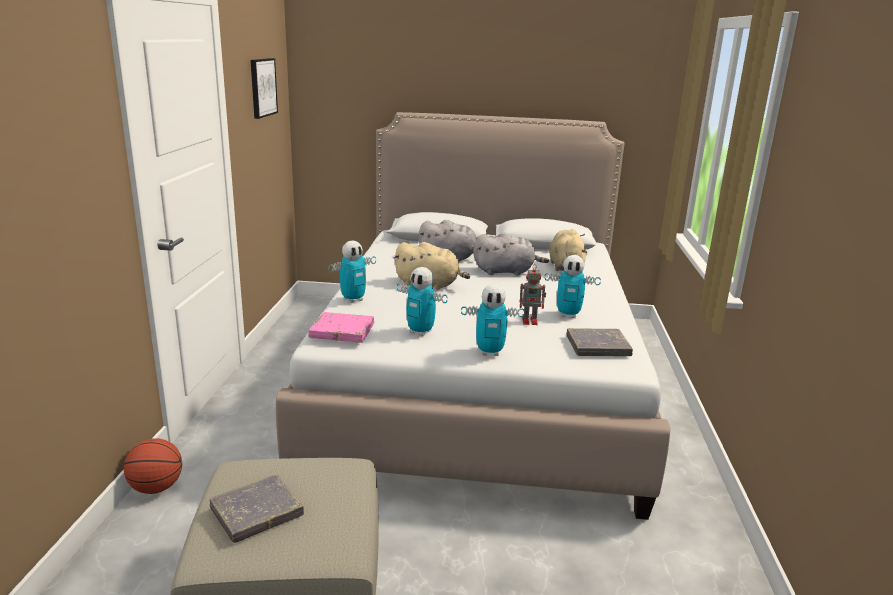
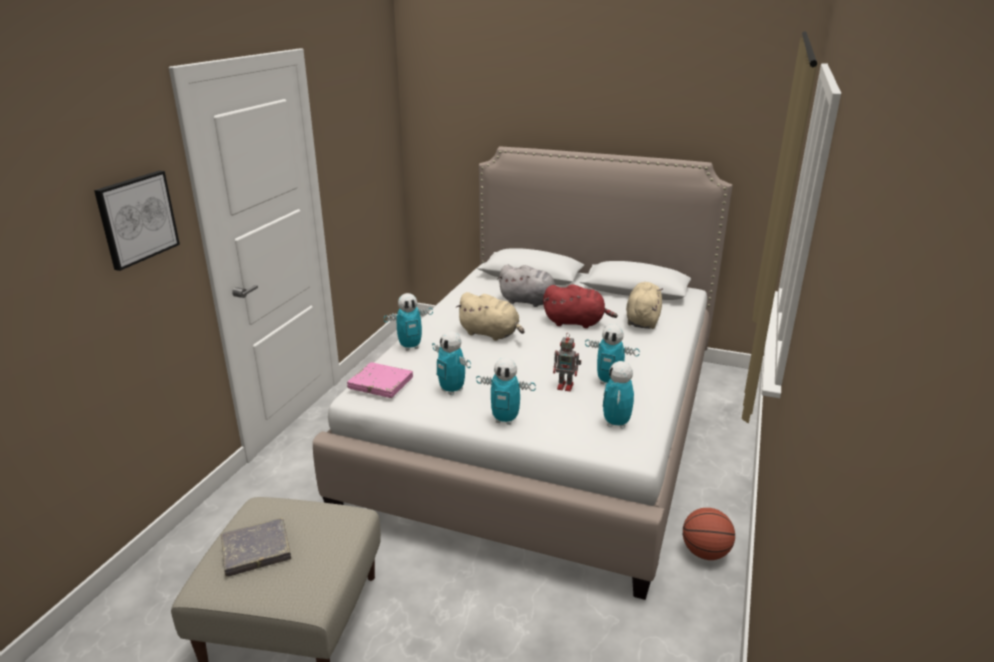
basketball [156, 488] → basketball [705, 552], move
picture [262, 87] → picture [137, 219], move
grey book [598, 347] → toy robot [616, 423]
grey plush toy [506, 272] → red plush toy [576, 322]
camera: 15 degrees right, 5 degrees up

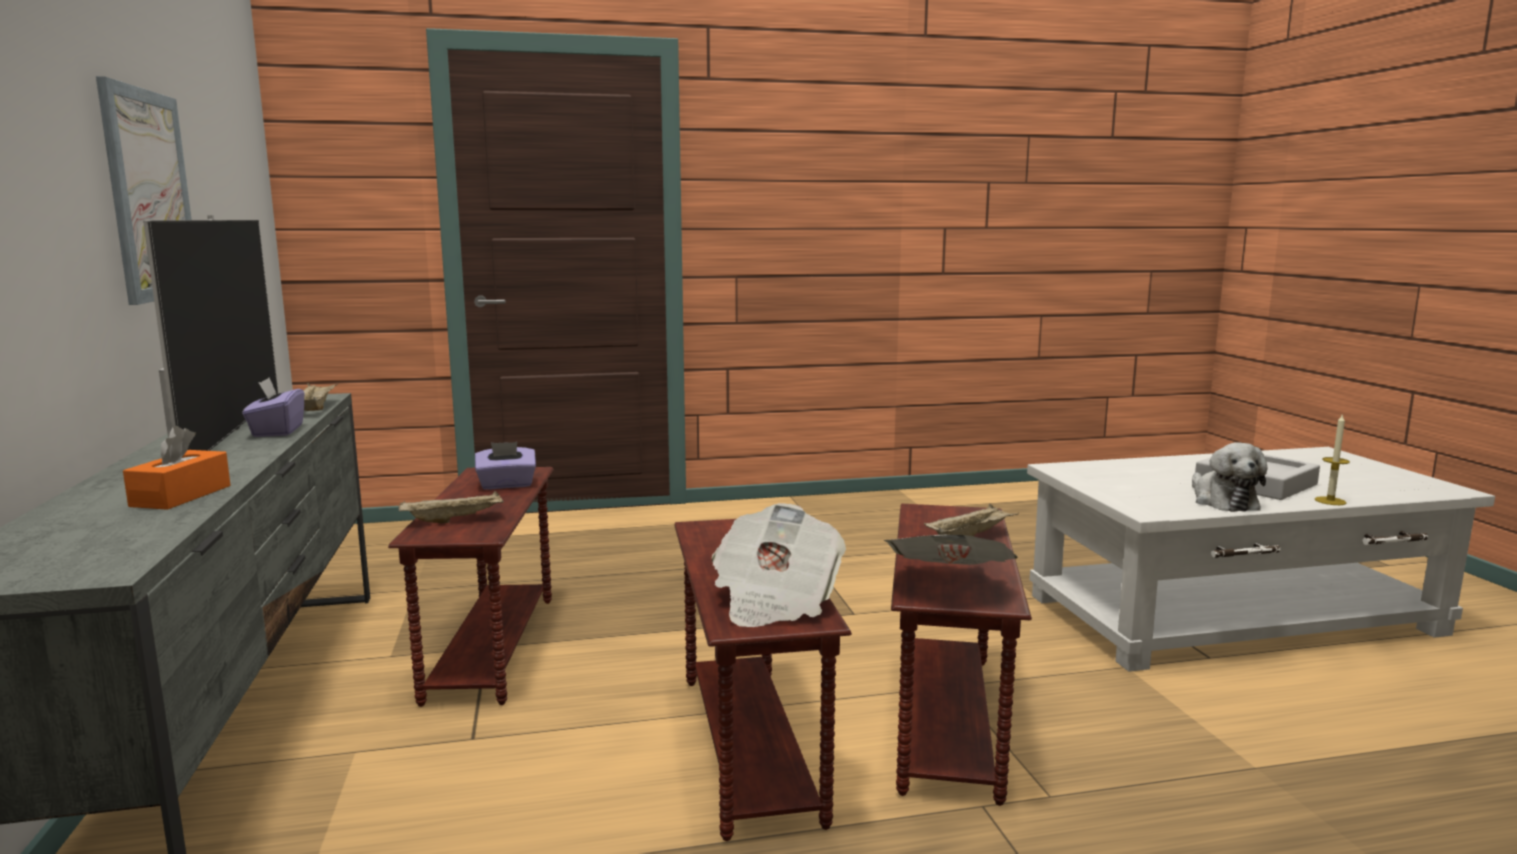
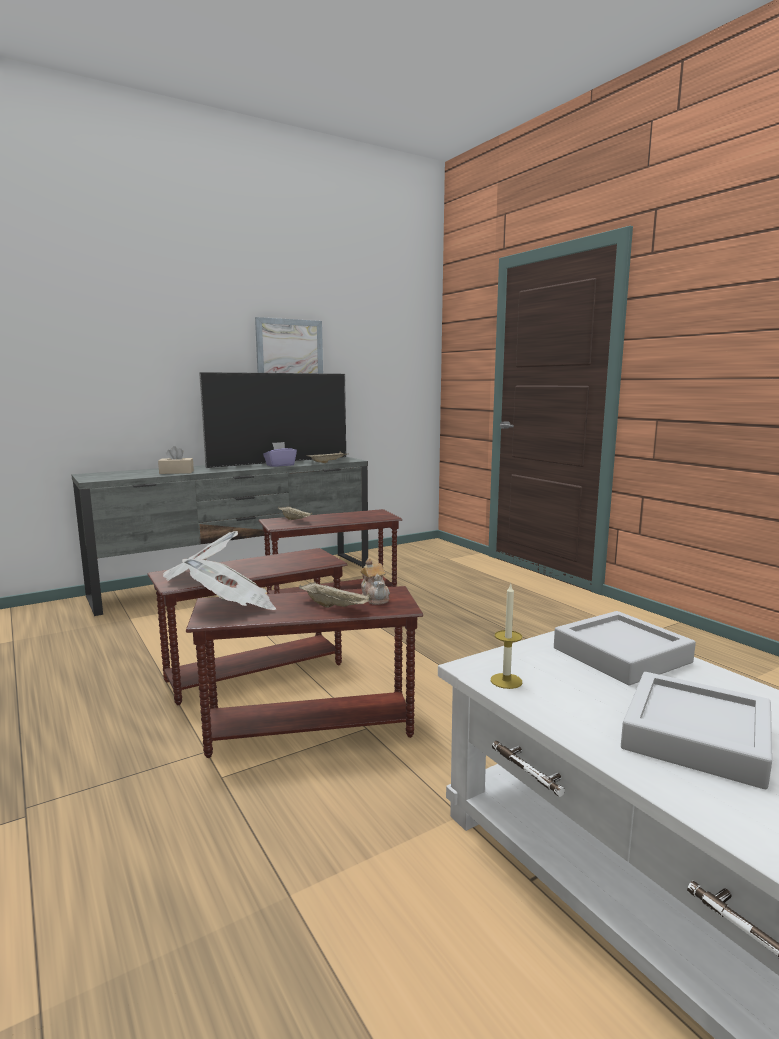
purple tissue box [506, 485] → -
plush toy [1222, 501] → -
- → teapot [375, 598]
- → grey tray [621, 655]
candle [1330, 501] → candle [506, 681], move
orange tissue box [181, 496] → beige tissue box [176, 472]
camera: 70 degrees right, 0 degrees up

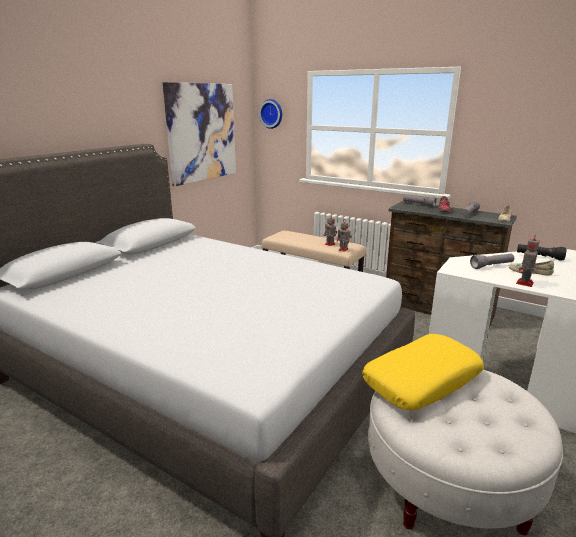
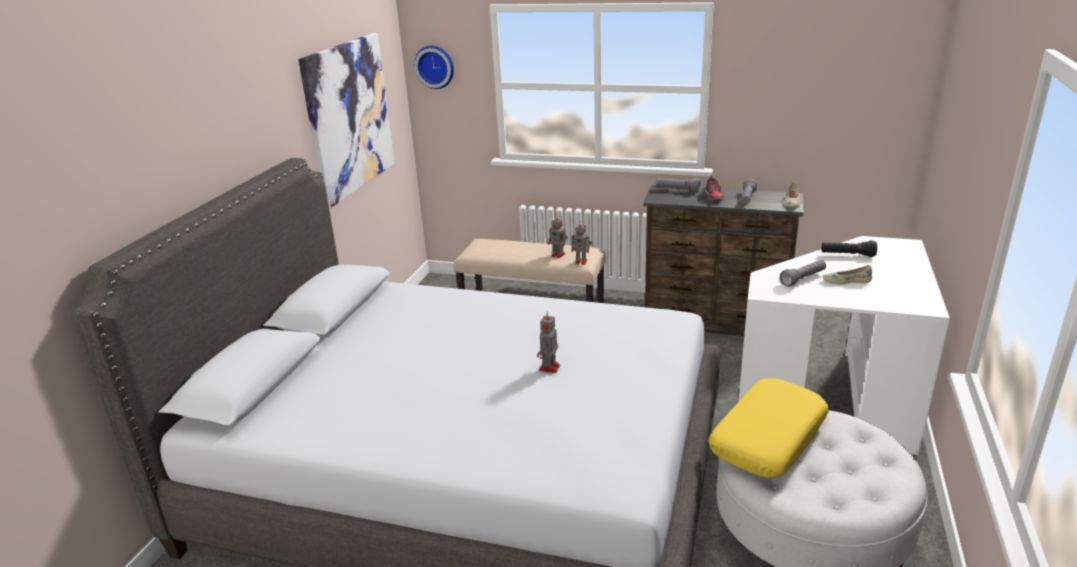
toy robot [524, 283] → toy robot [549, 368], move
camera: 15 degrees left, 5 degrees up

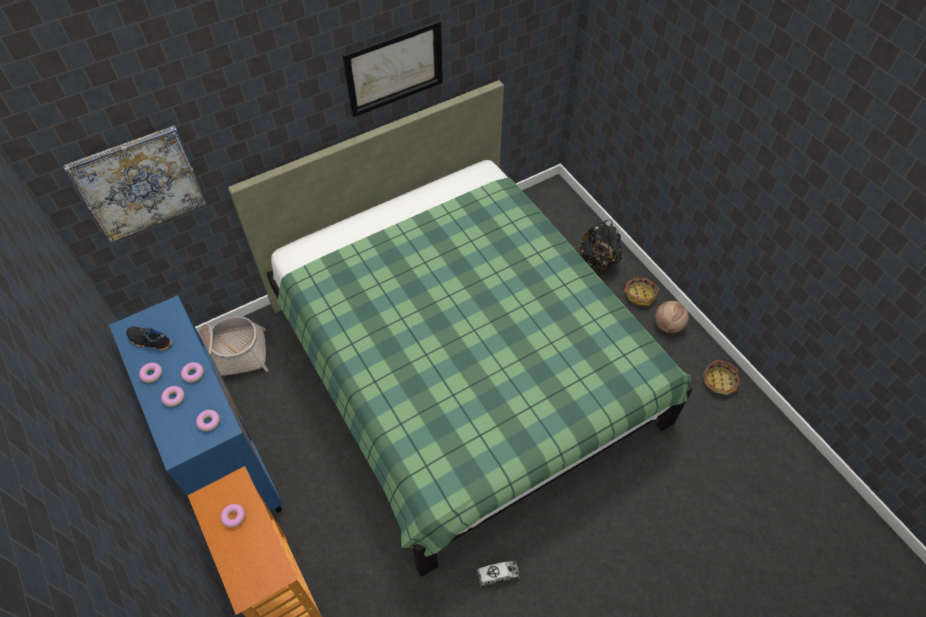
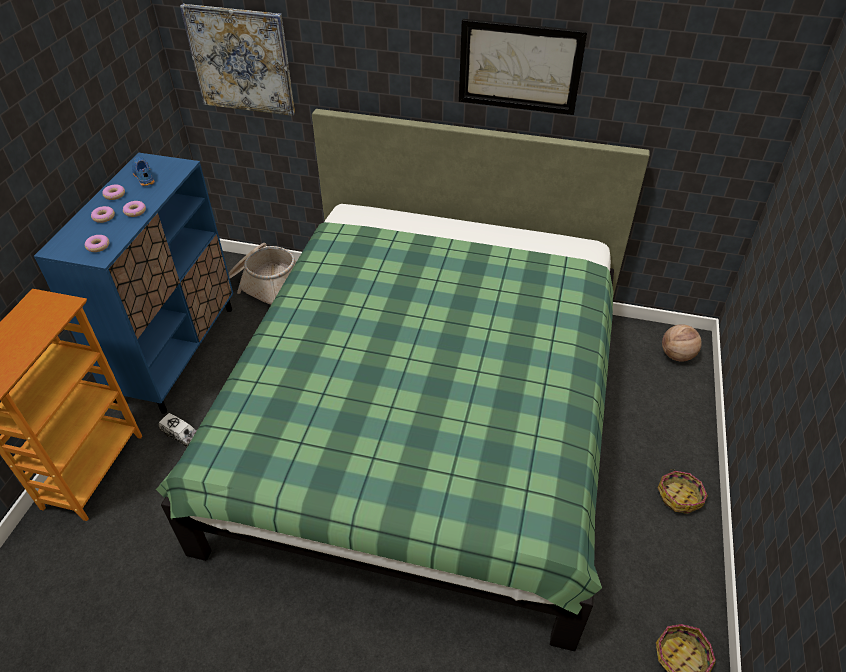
donut [233, 517] → -
black backpack [597, 262] → -
toy truck [498, 575] → toy truck [181, 435], move
basketball [668, 325] → basketball [677, 355], move
black shoe [149, 341] → blue shoe [143, 176]
camera: 45 degrees right, 10 degrees down

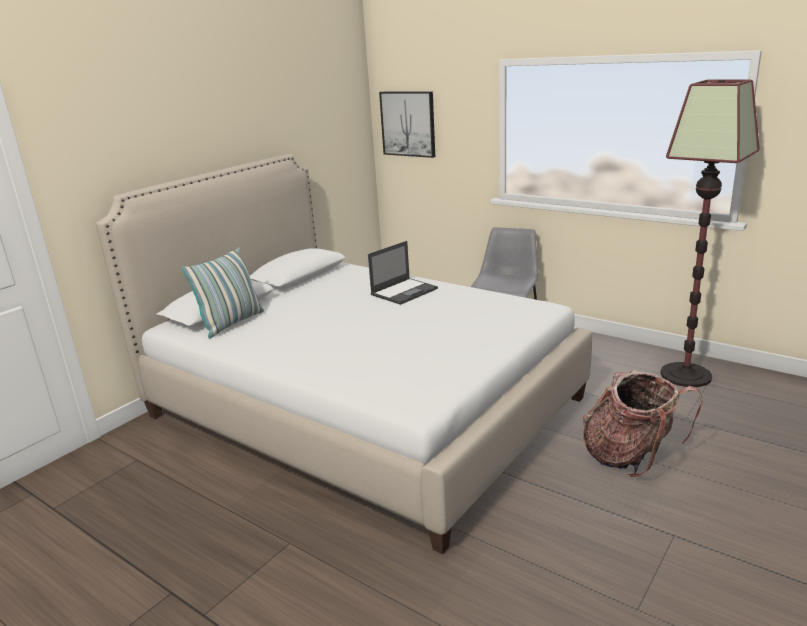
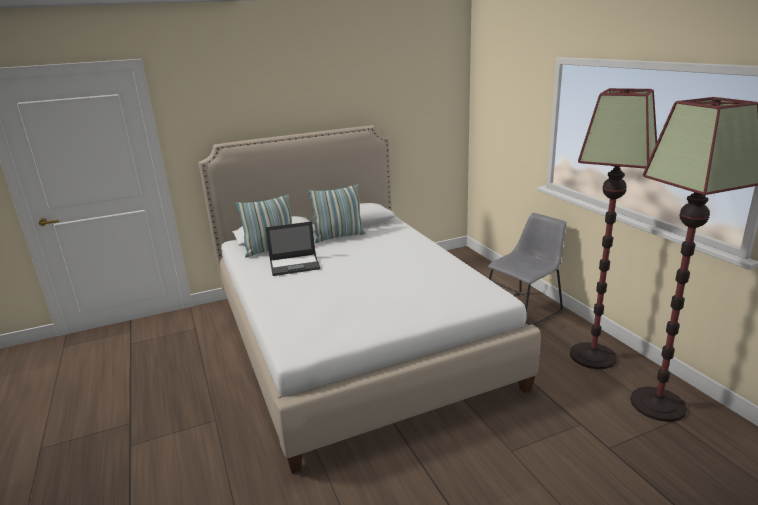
picture [408, 124] → -
backpack [631, 457] → -
- → pillow [339, 236]
- → floor lamp [593, 356]
laptop [404, 291] → laptop [295, 265], move
camera: 30 degrees right, 0 degrees up

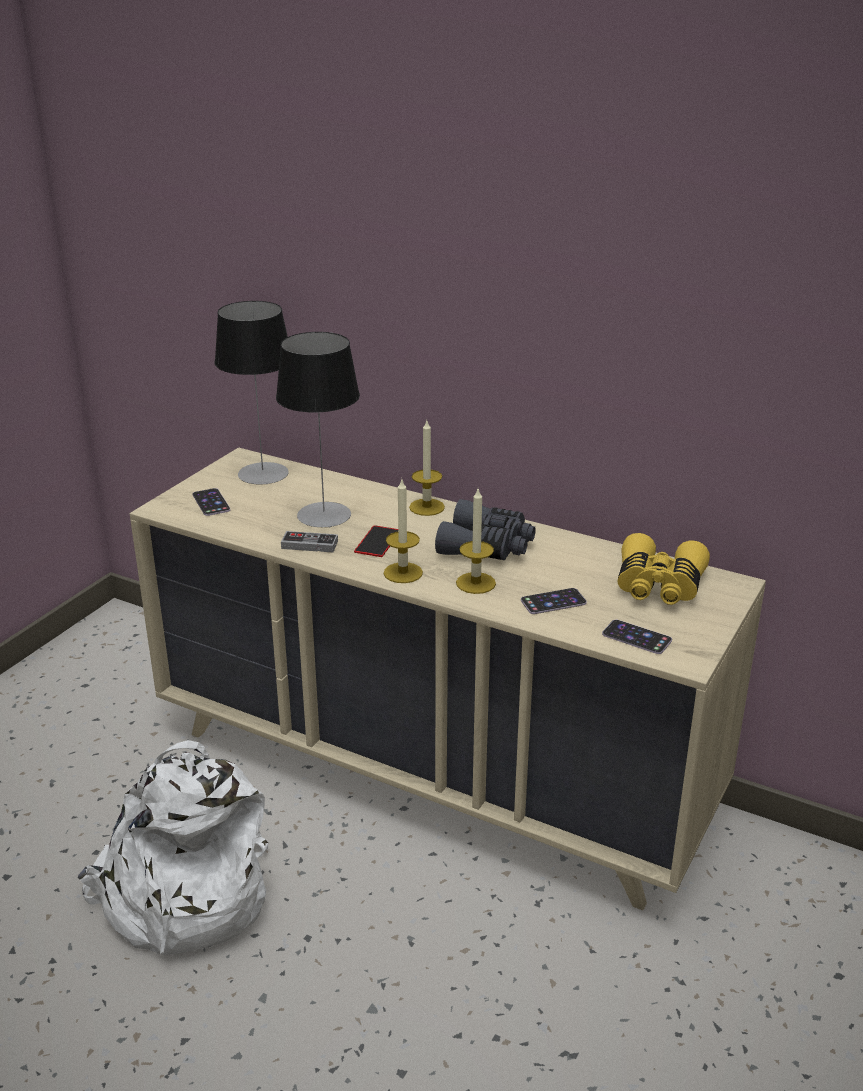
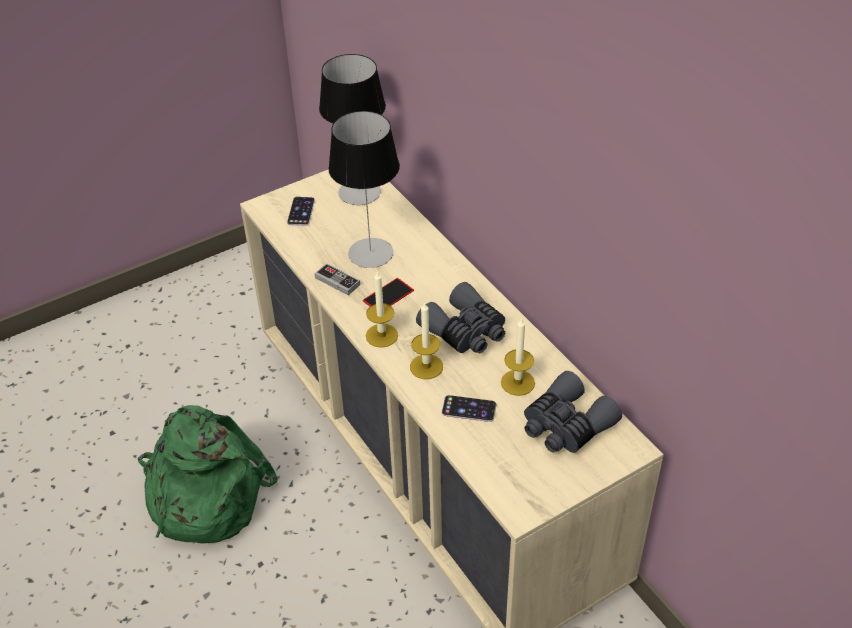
phone [636, 637] → -
candle [427, 507] → candle [517, 382], move
white backpack [182, 896] → green backpack [204, 495]
yellow binoculars [658, 586] → grey binoculars [565, 425]
camera: 30 degrees right, 15 degrees up

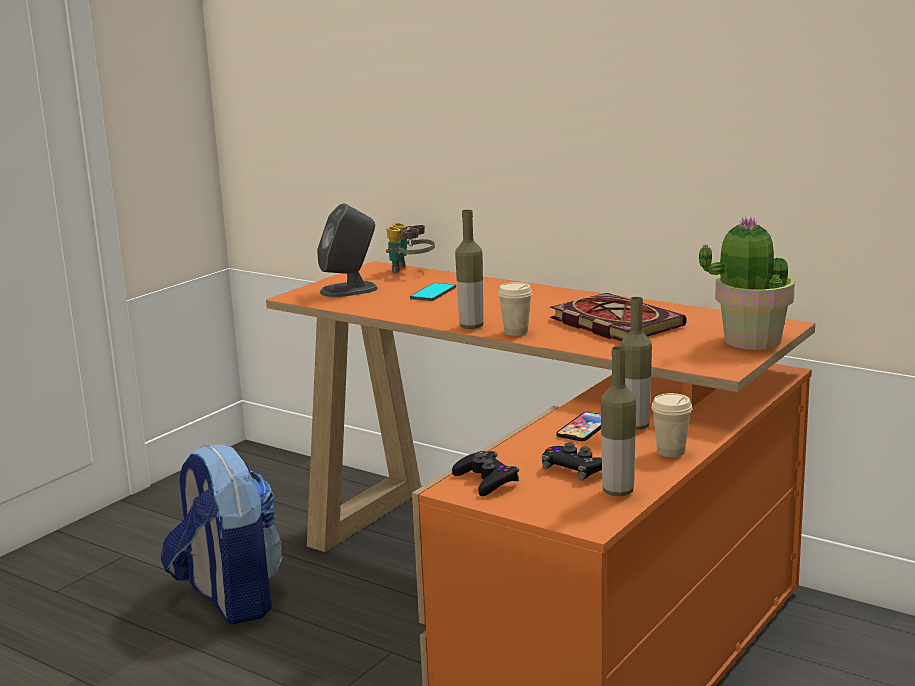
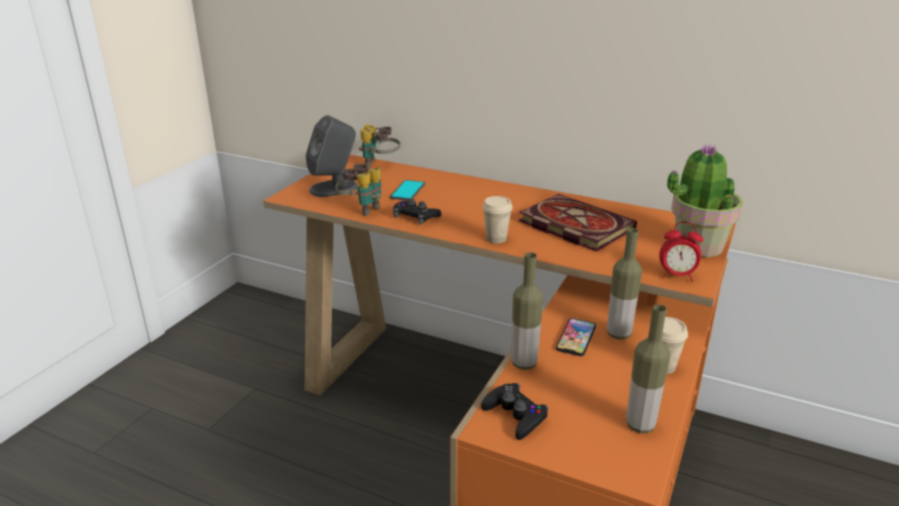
backpack [229, 598] → -
- → binoculars [362, 209]
- → alarm clock [677, 276]
bottle [471, 326] → bottle [524, 363], move
black game controller [575, 469] → black game controller [415, 216], move
camera: 10 degrees left, 10 degrees up

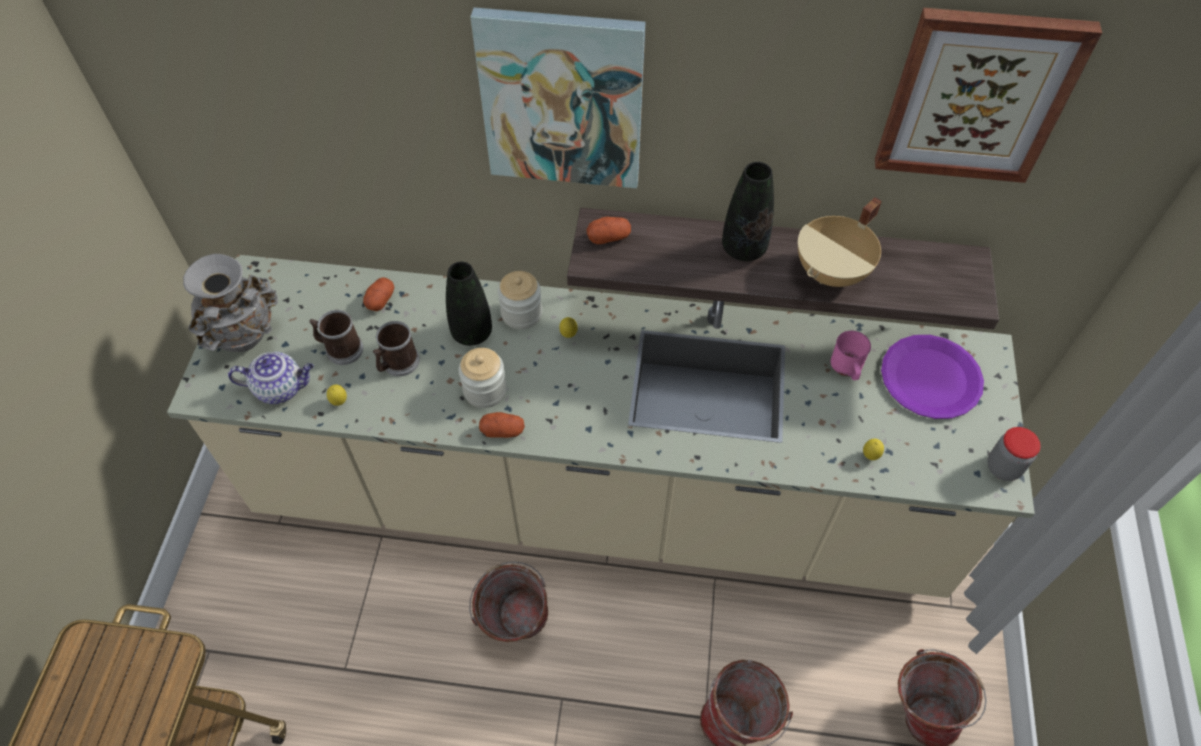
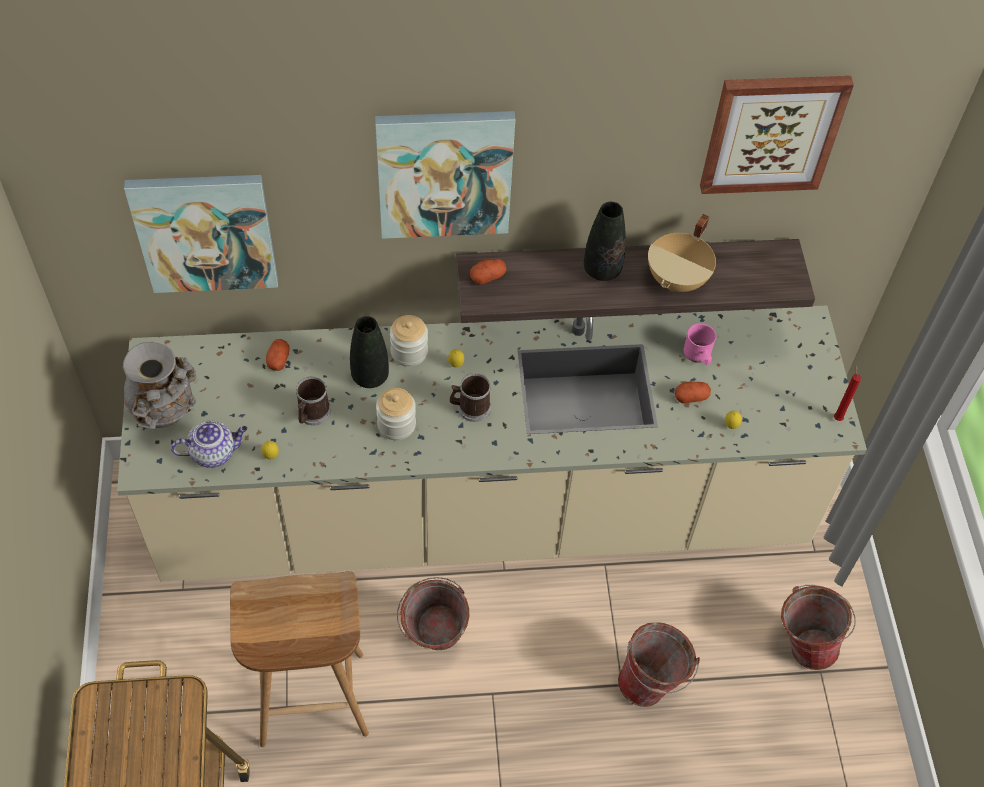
purple plate [930, 378] → -
- → picture [205, 232]
- → brown stool [310, 700]
mug [340, 349] → mug [470, 408], move
potato [503, 430] → potato [691, 397], move
jar [1003, 467] → red candle [837, 417]
camera: 15 degrees left, 0 degrees up

